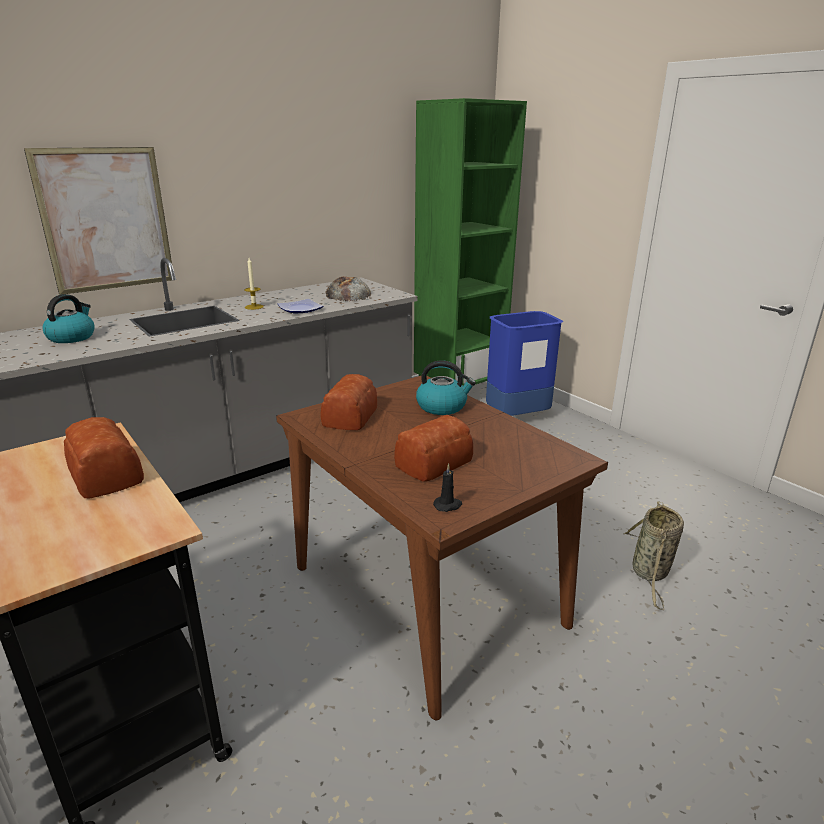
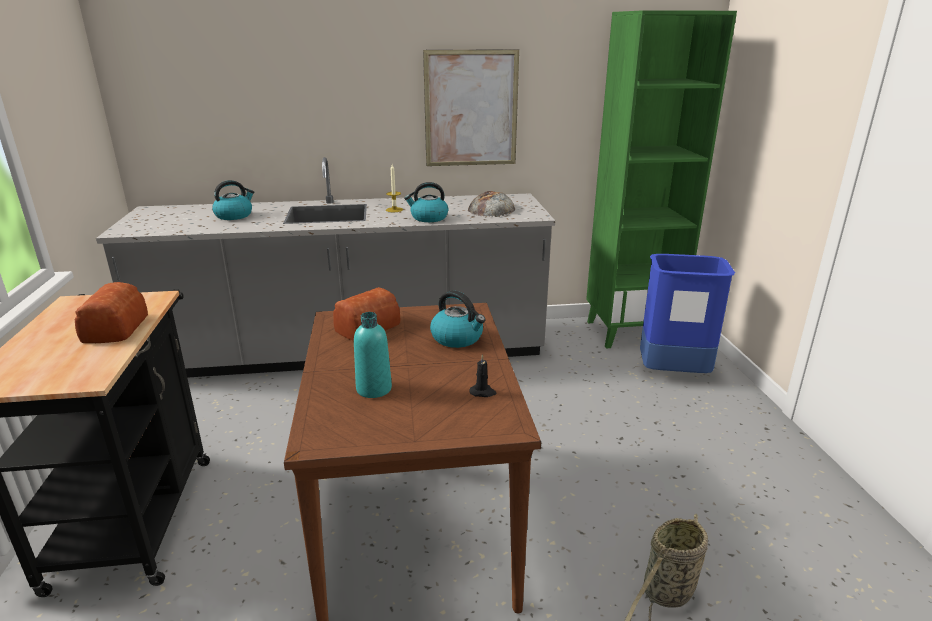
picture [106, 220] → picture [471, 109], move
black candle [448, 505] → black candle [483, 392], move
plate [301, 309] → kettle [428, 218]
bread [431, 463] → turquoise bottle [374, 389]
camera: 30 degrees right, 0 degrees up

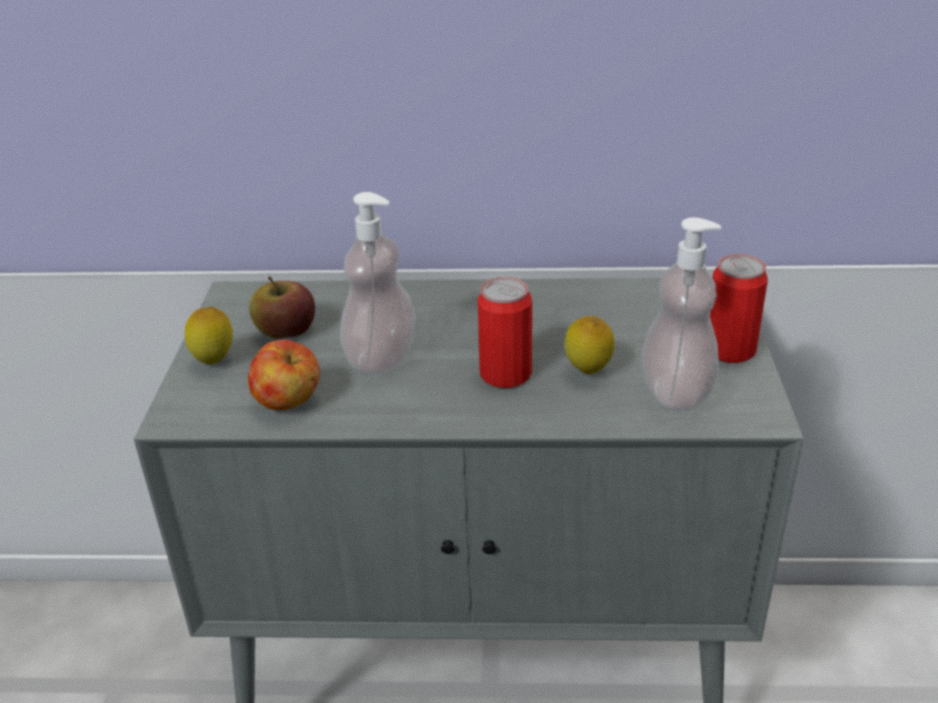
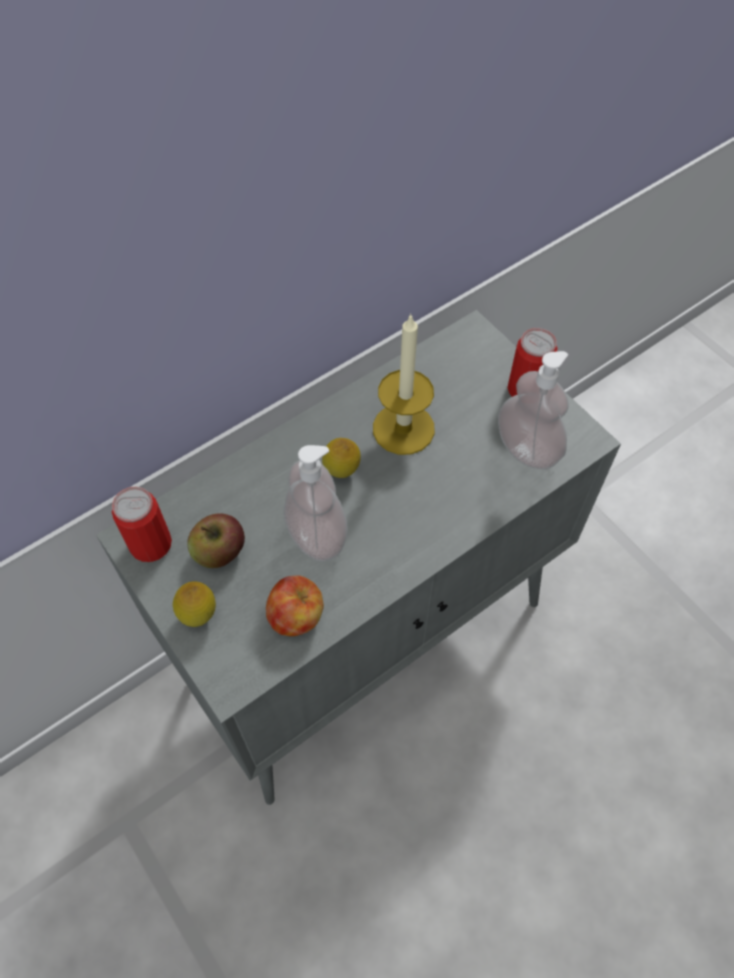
- → candle [403, 428]
can [505, 374] → can [150, 544], move
lemon [588, 373] → lemon [342, 472], move
camera: 40 degrees left, 25 degrees up

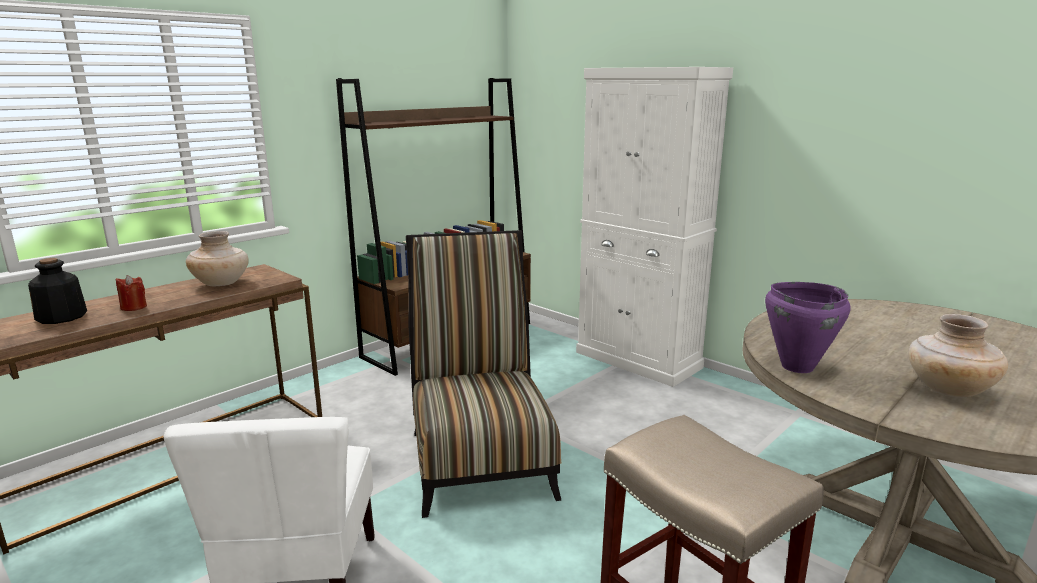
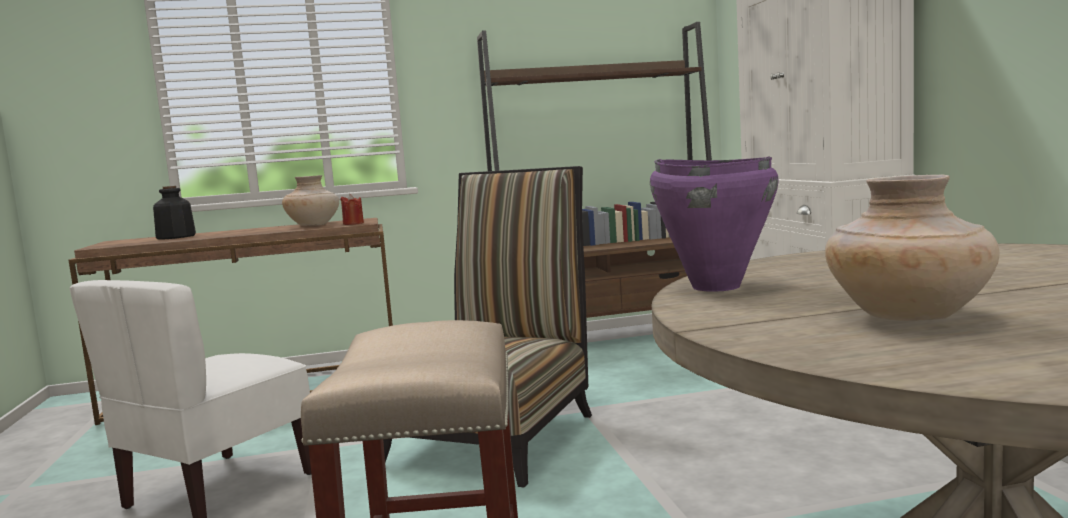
red candle [133, 307] → red candle [353, 223], move
camera: 35 degrees right, 10 degrees down

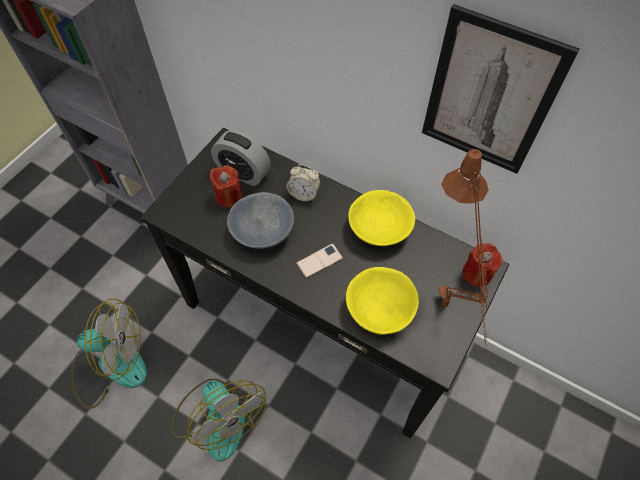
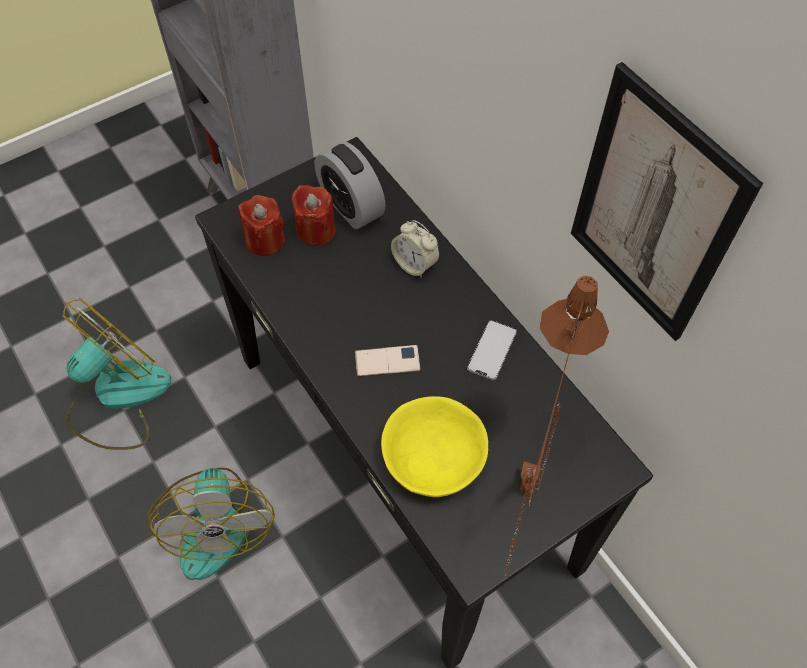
grey bowl [262, 230] → -
red candle [477, 273] → red candle [265, 240], move
yellow bowl [379, 228] → phone [492, 350]
fan [111, 365] → fan [118, 397], 75 degrees counterclockwise
camera: 25 degrees right, 0 degrees up

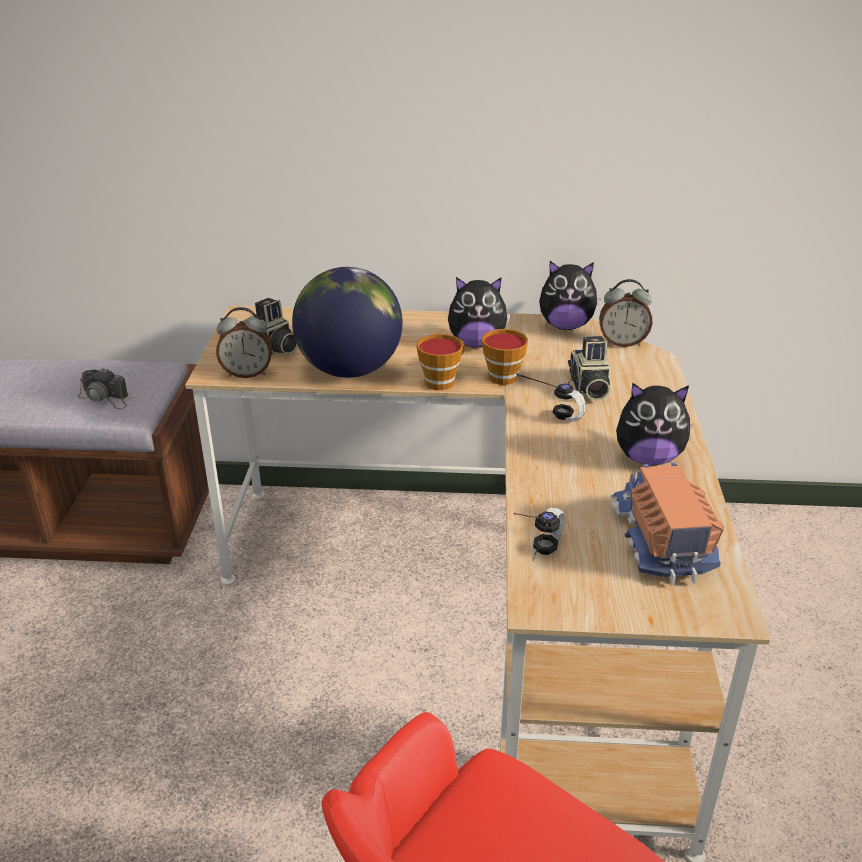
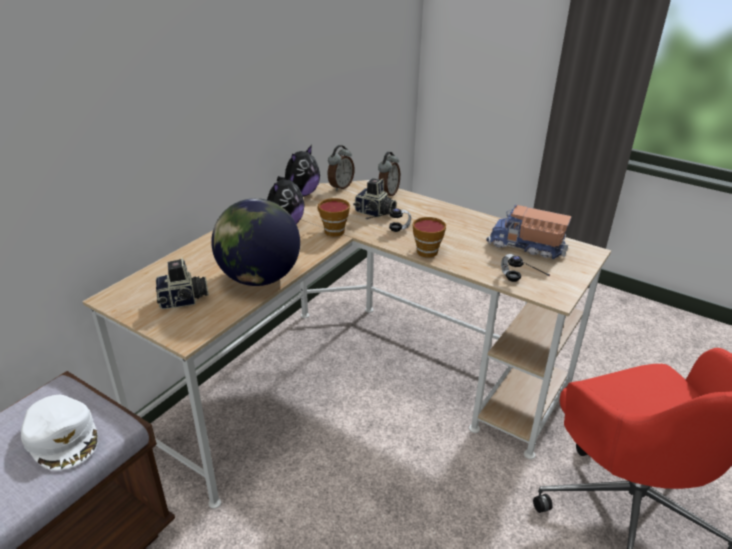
plush toy [648, 458] → -
alarm clock [247, 373] → alarm clock [387, 194], move
cup [442, 381] → cup [426, 250], move
photo camera [105, 398] → white cap [62, 437]
camera: 60 degrees left, 0 degrees up

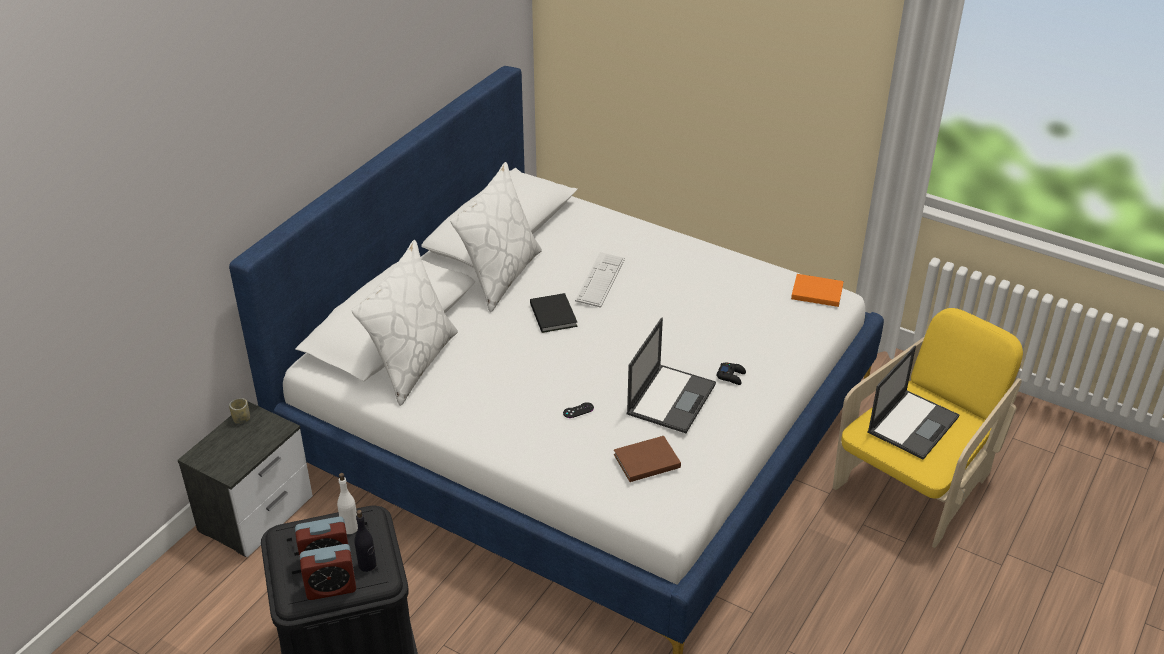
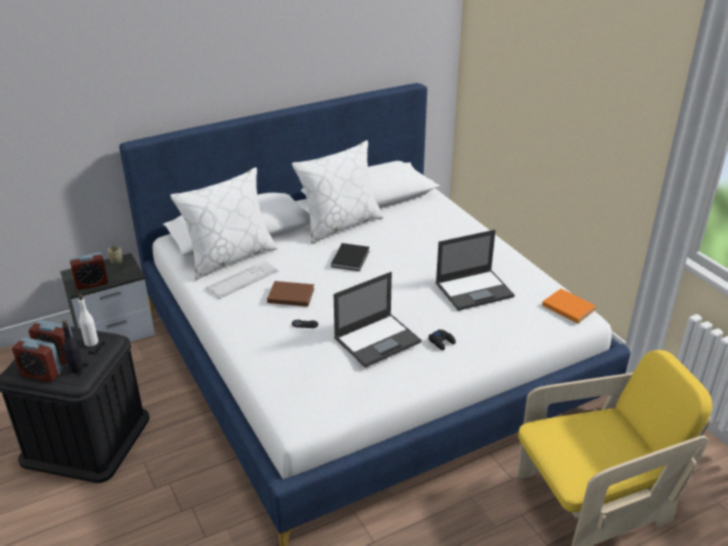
- → alarm clock [92, 283]
keyboard [600, 280] → keyboard [242, 279], move
brown book [645, 461] → brown book [290, 295], move
laptop [913, 424] → laptop [475, 289], move
camera: 30 degrees right, 5 degrees down

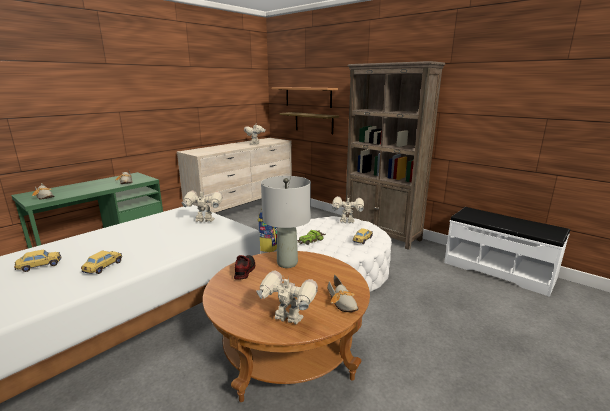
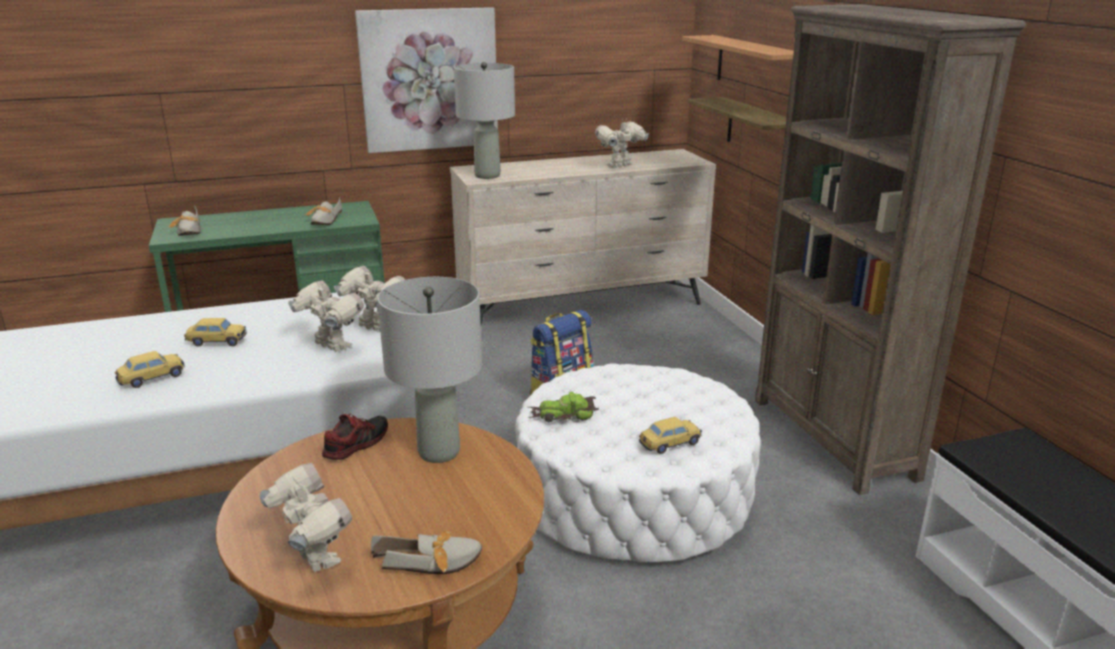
- → picture [429, 80]
- → grey table lamp [487, 176]
toy car [39, 266] → toy car [217, 342], move
toy robot [347, 222] → toy robot [331, 346], move
shoe [342, 302] → shoe [434, 563], 105 degrees counterclockwise
camera: 30 degrees right, 5 degrees up

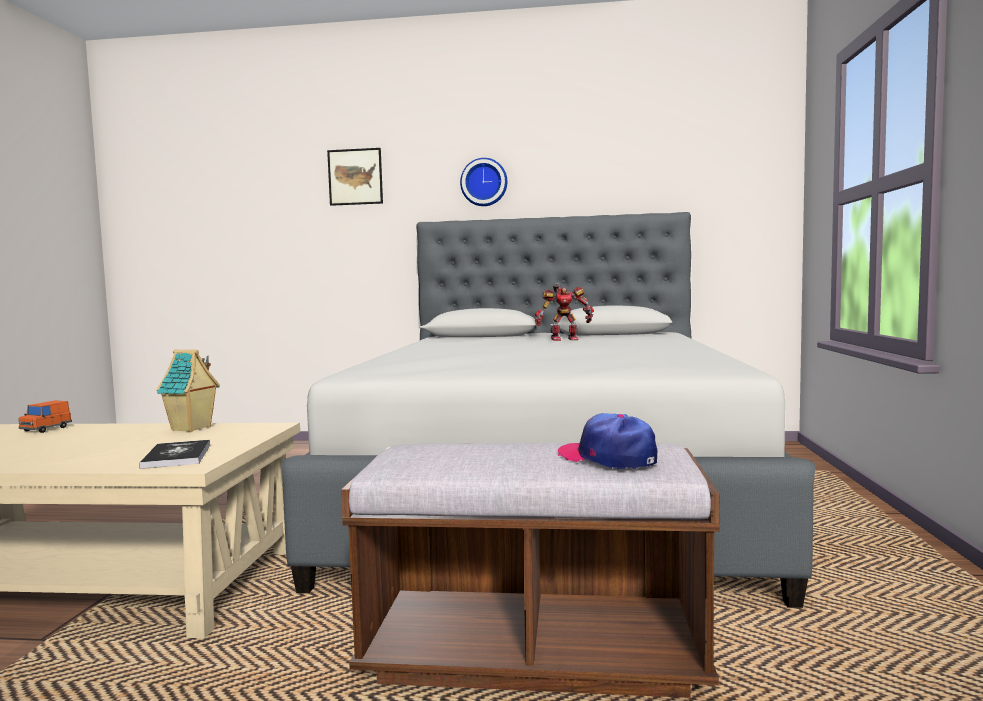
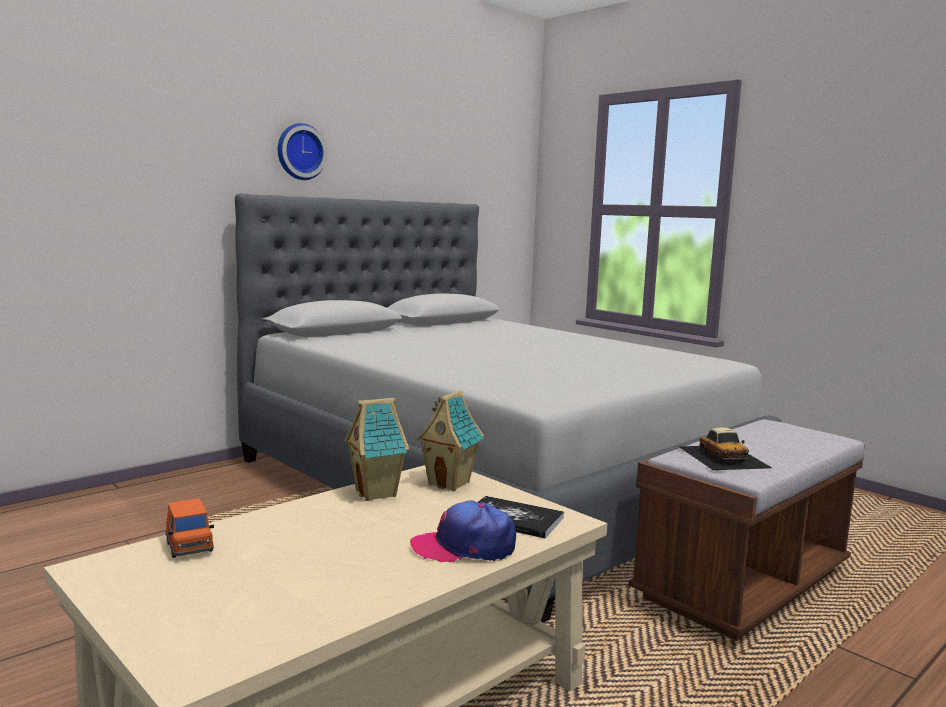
picture [355, 177] → -
toy robot [563, 339] → -
- → toy house [450, 483]
- → toy car [723, 456]
cap [608, 457] → cap [464, 547], move
camera: 50 degrees left, 5 degrees up

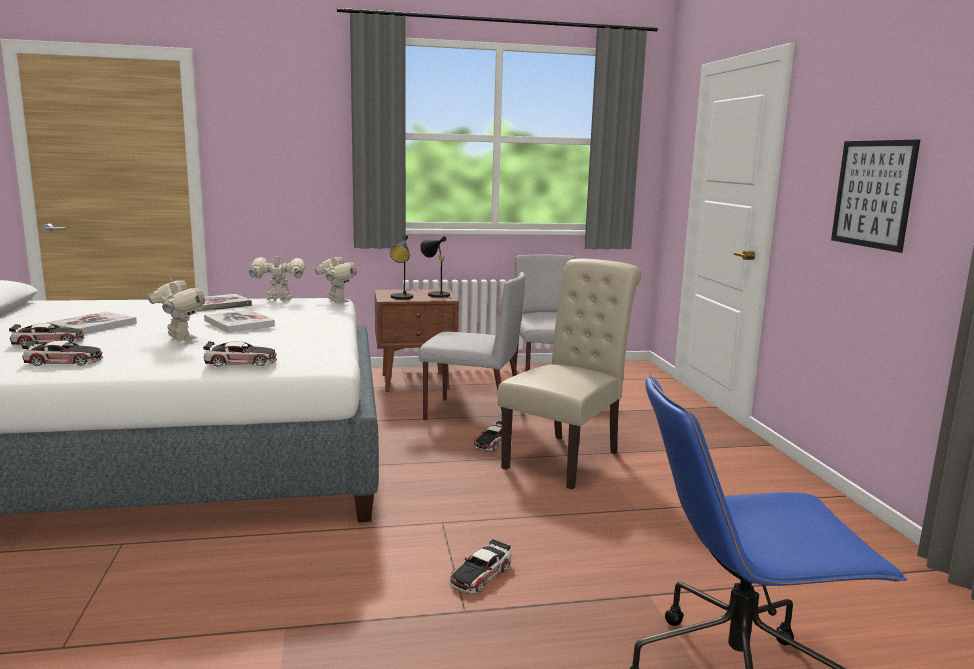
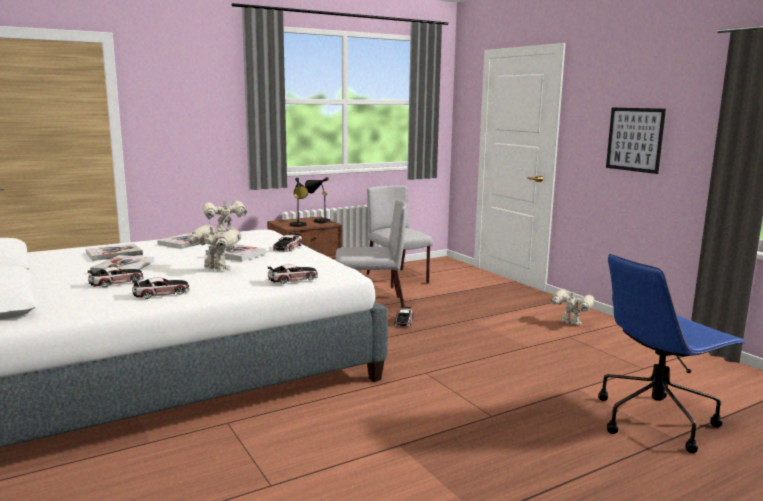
beige chair [567, 457] → -
- → book [114, 254]
toy robot [336, 301] → toy robot [570, 323], move
toy car [480, 575] → toy car [287, 247], move
camera: 20 degrees left, 0 degrees up

